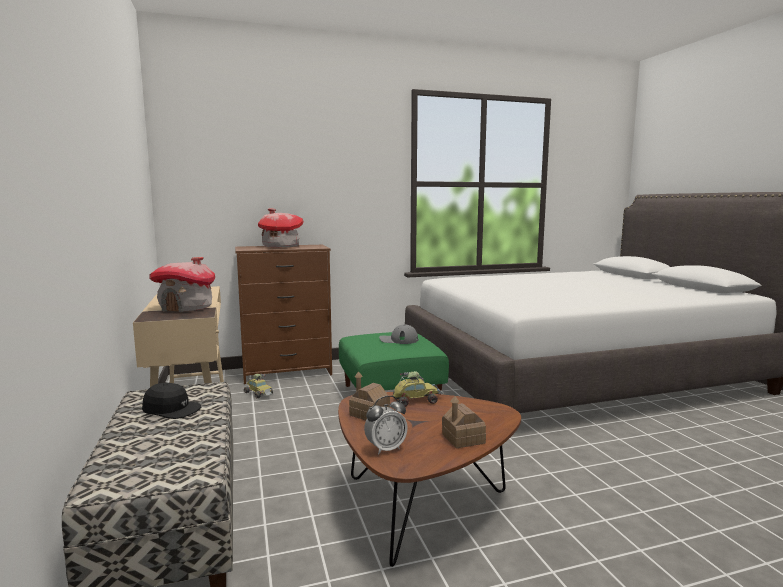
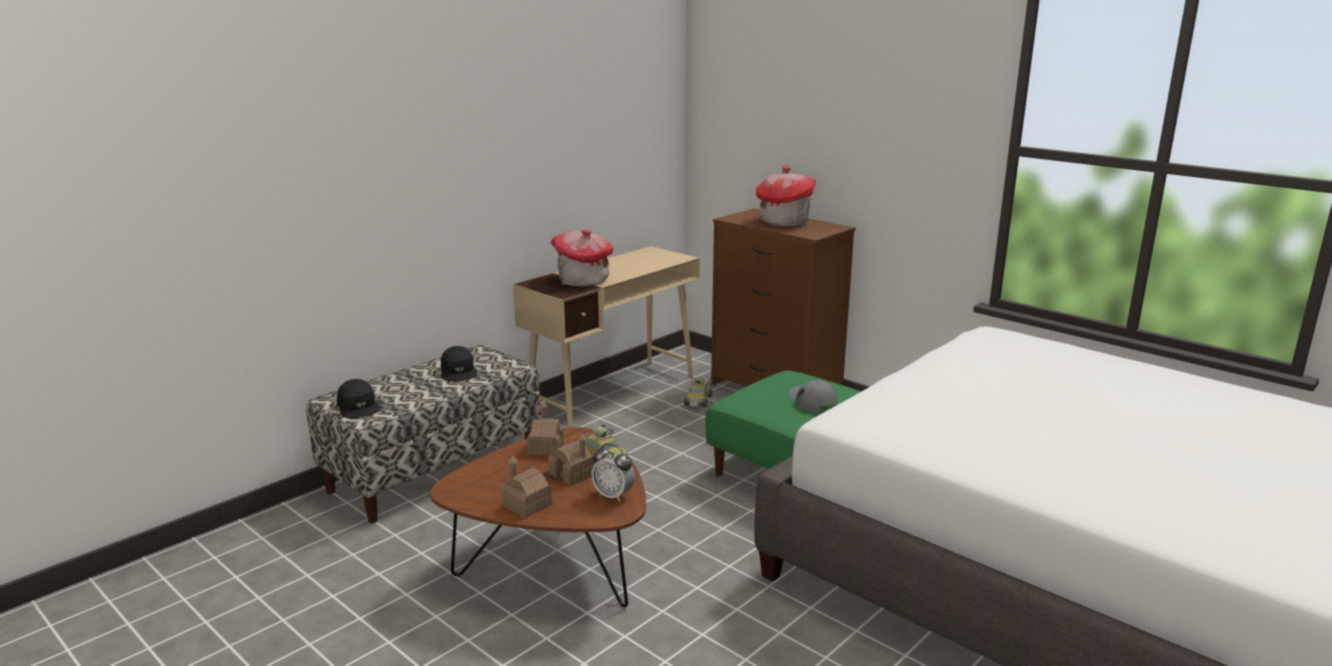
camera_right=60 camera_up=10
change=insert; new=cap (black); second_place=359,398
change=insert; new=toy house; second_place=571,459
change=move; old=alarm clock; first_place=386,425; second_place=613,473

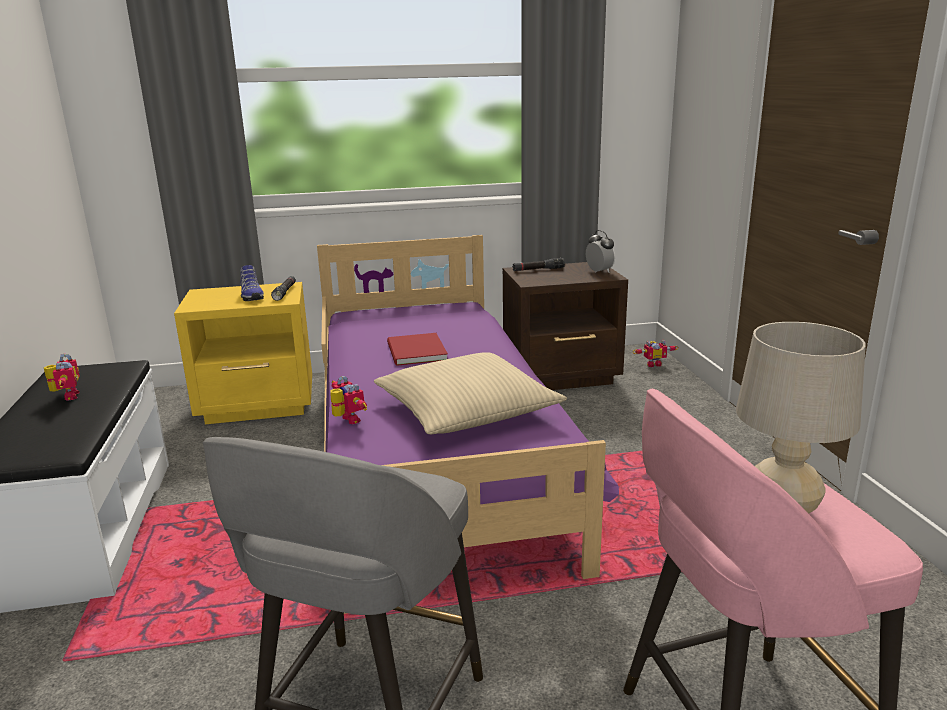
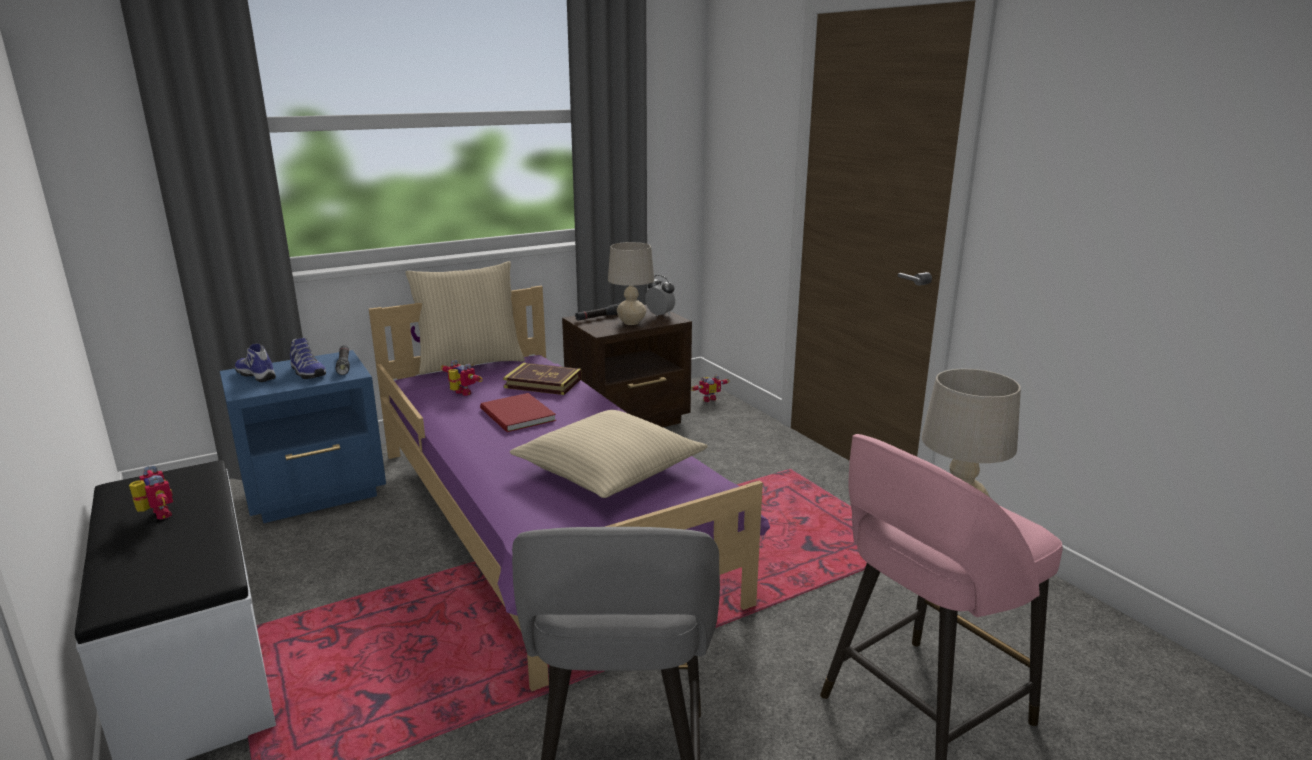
camera_right=-20 camera_up=0
change=recolor; old=nightstand (yellow); new=nightstand (blue); first_place=243,353; second_place=303,436
change=insert; new=shoe; second_place=255,363
change=insert; new=pillow (beige); second_place=465,318
change=move; old=toy robot; first_place=348,400; second_place=462,378
change=insert; new=book; second_place=542,379
change=insert; new=table lamp (beige); second_place=631,283

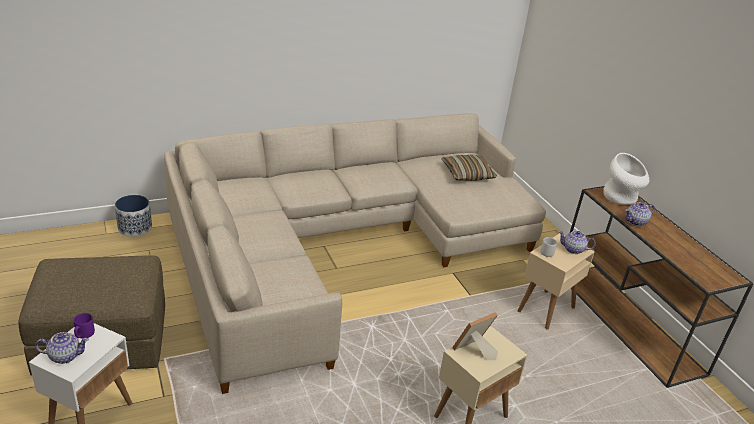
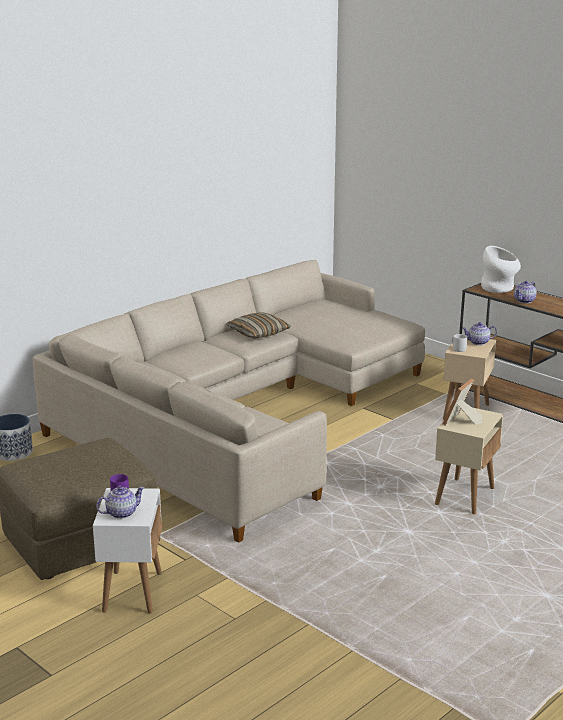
camera_right=-20 camera_up=-10
change=move; old=pillow; first_place=469,168; second_place=258,325

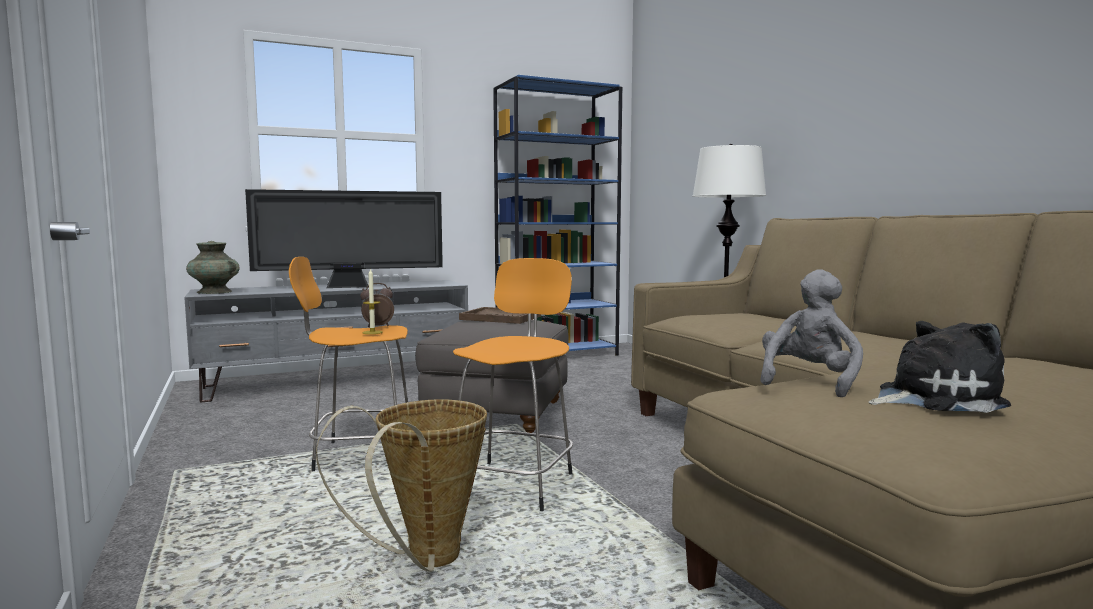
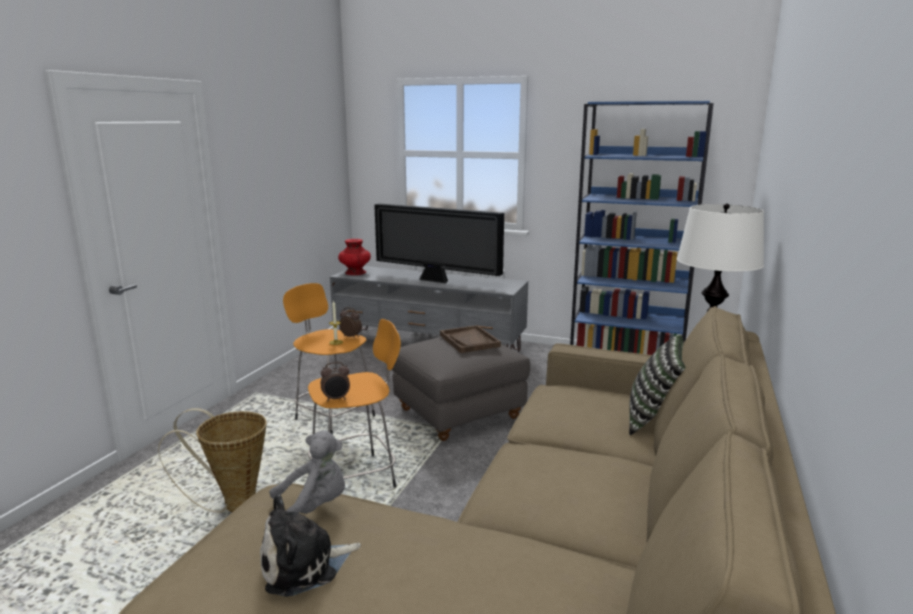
camera_right=45 camera_up=10
change=rotate; old=plush toy; first_place=940,367; second_place=310,546; degrees=120
change=insert; new=alarm clock; second_place=335,382
change=recolor; old=vase (turquoise); new=vase (red); first_place=213,267; second_place=354,257
change=insert; new=pillow; second_place=657,385

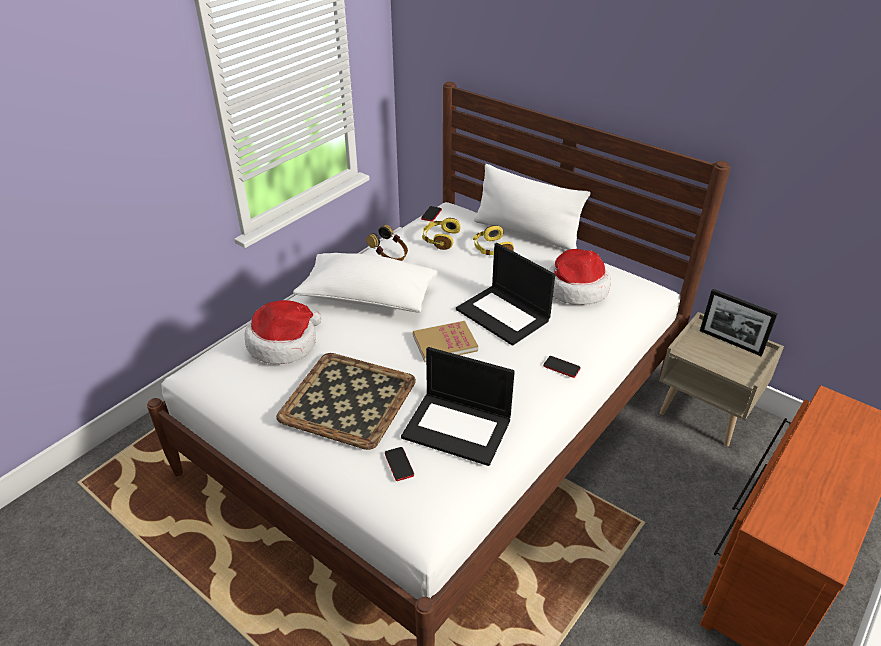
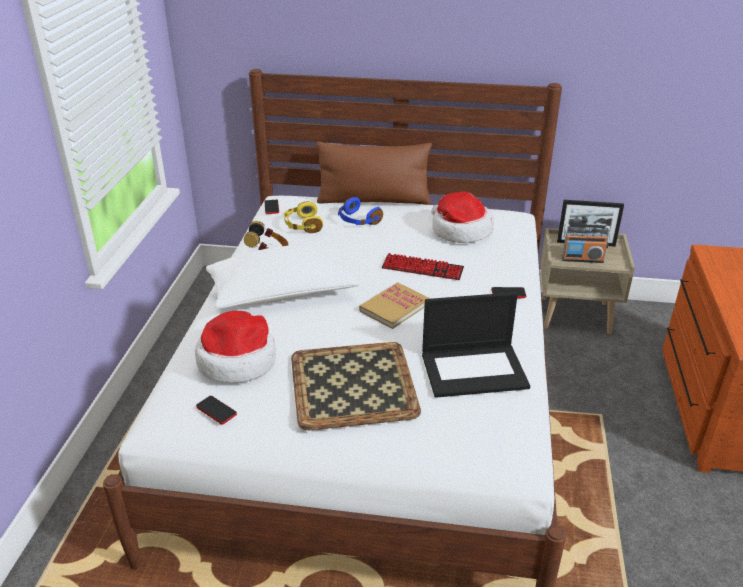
camera_right=-30 camera_up=-5
change=move; old=phone; first_place=399,464; second_place=216,410
change=recolor; old=pillow (white); new=pillow (brown); first_place=532,207; second_place=374,173
change=recolor; old=headphones (yellow); new=headphones (blue); first_place=493,240; second_place=360,211
change=replace; old=laptop; new=keyboard; first_place=505,294; second_place=423,266
change=insert; new=radio; second_place=586,243

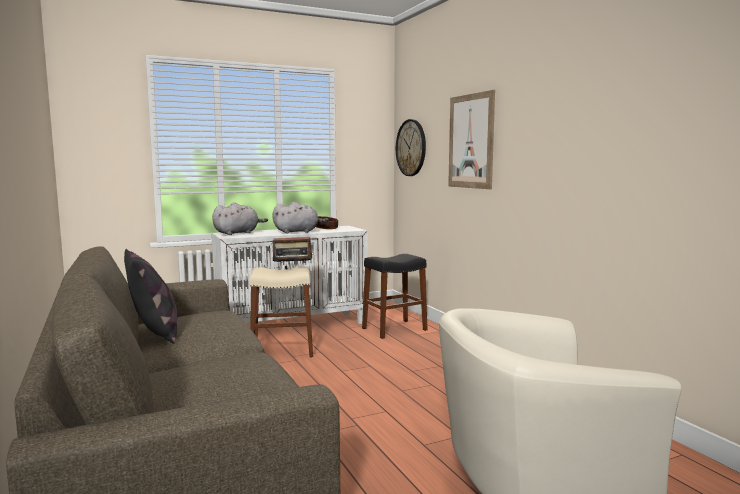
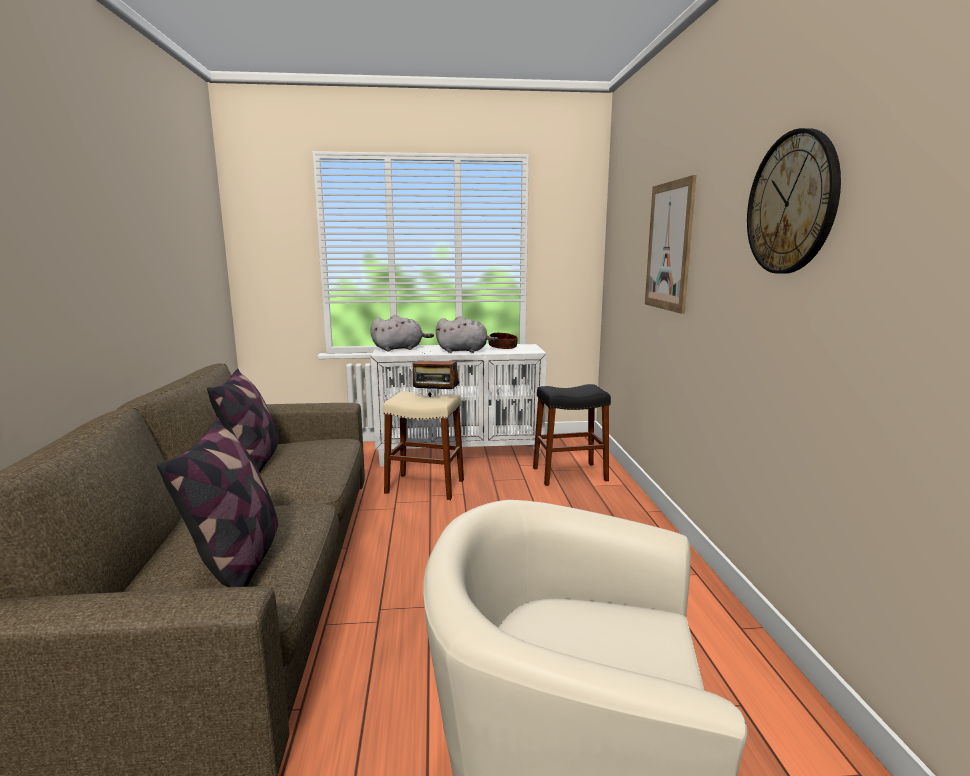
camera_right=20 camera_up=5
change=insert; new=pillow; second_place=217,502
change=move; old=wall clock; first_place=411,147; second_place=794,201

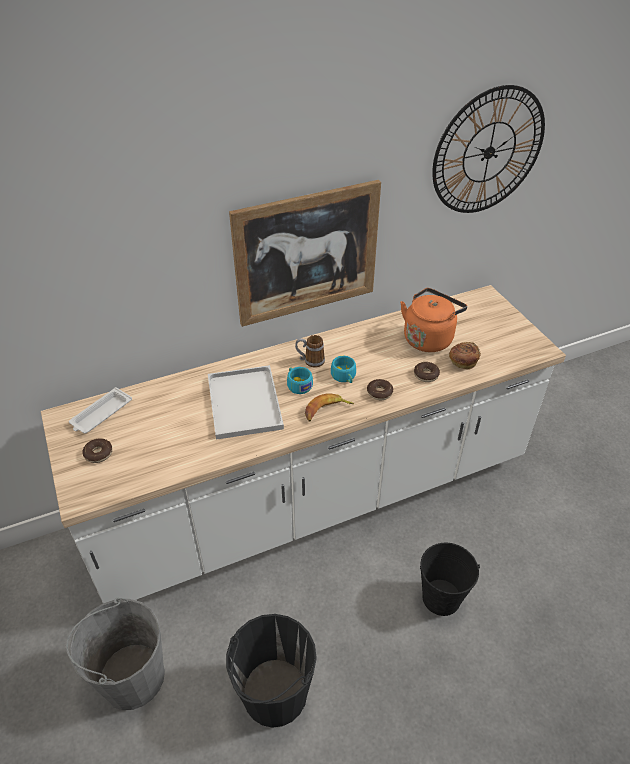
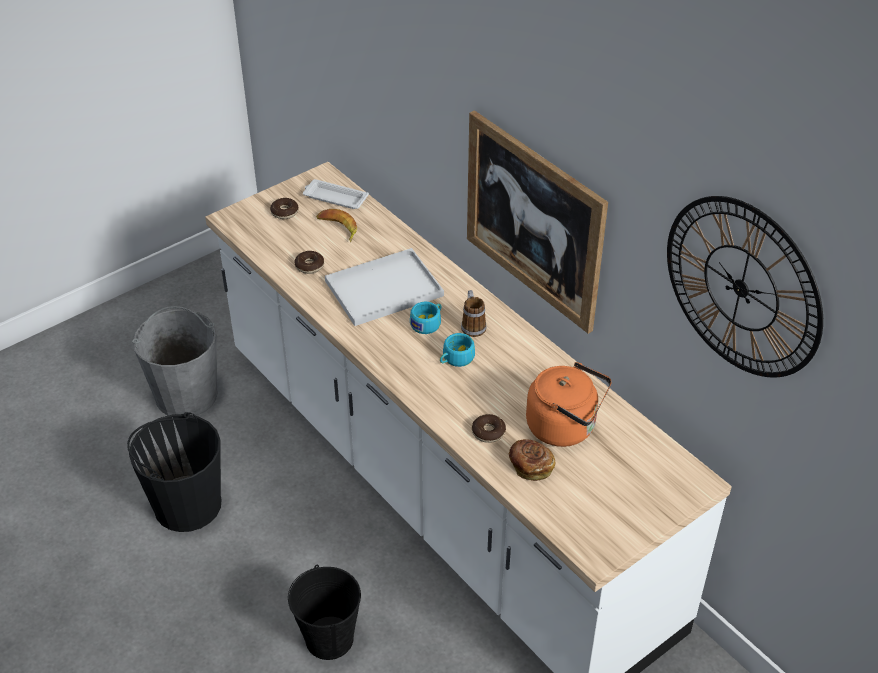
camera_right=75 camera_up=0
change=move; old=donut; first_place=380,389; second_place=309,262
change=move; old=banana; first_place=329,407; second_place=336,225

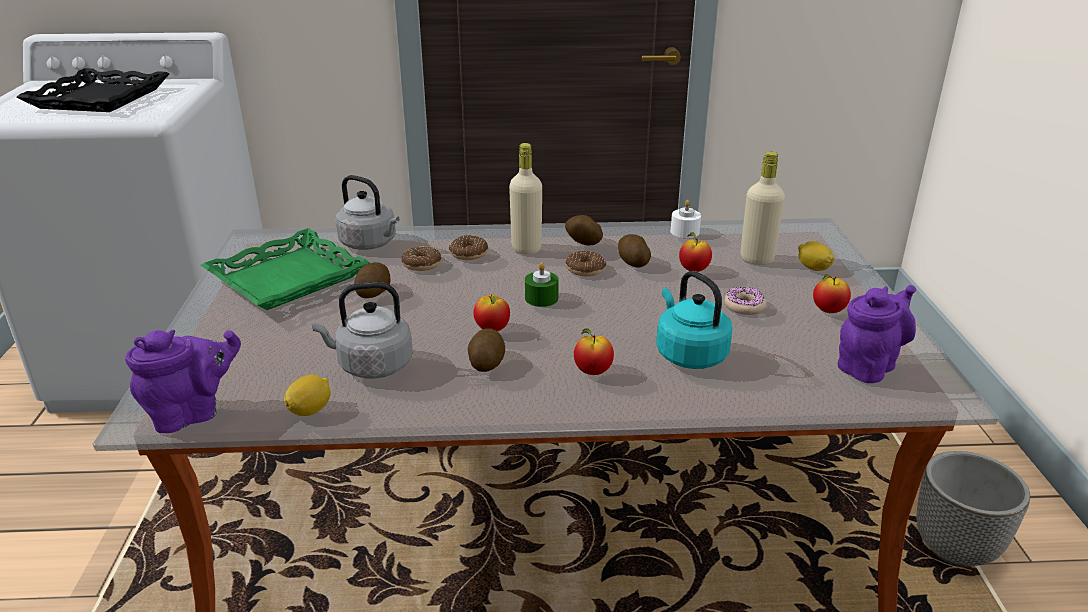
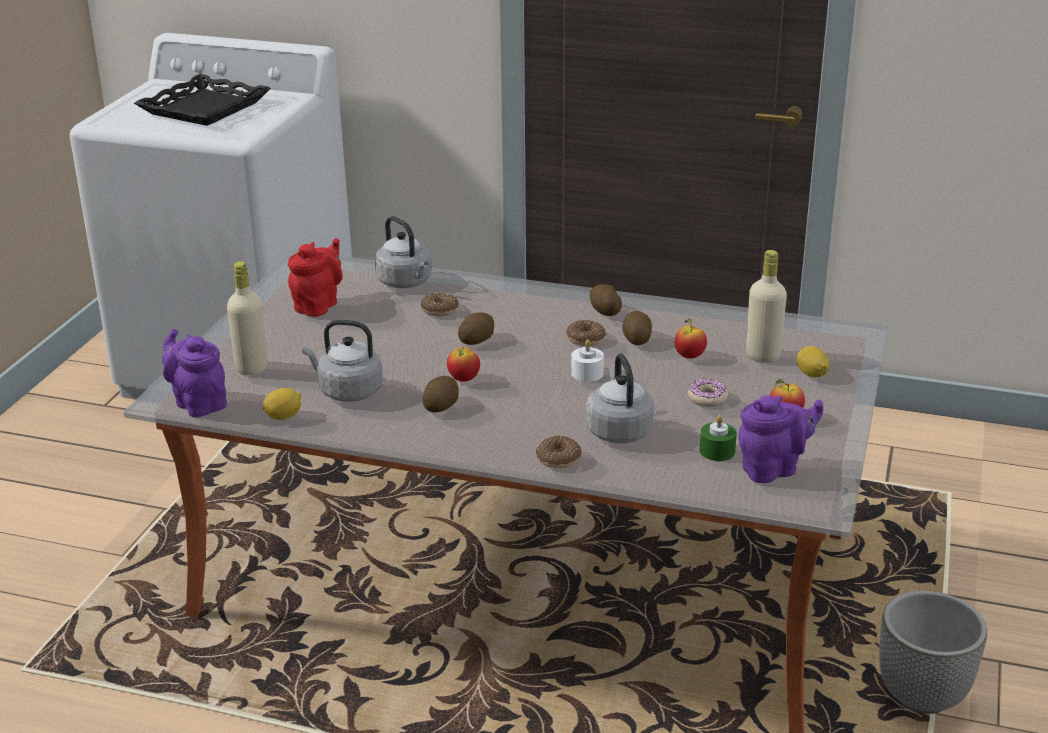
camera_right=20 camera_up=0
change=rotate; old=teapot (purple); first_place=183,381; second_place=194,373; degrees=-120
change=move; old=bottle (beige); first_place=525,199; second_place=247,318
change=replace; old=tray (green); new=teapot (red); first_place=285,269; second_place=315,277
change=move; old=potato; first_place=372,280; second_place=476,328
change=move; old=donut; first_place=468,247; second_place=558,452
change=move; old=candle (white); first_place=685,219; second_place=587,360
change=recolor; old=kettle (turquoise); new=kettle (grey); first_place=694,320; second_place=620,398
change=move; old=candle (green); first_place=542,284; second_place=718,438
change=delete; old=apple; first_place=594,351

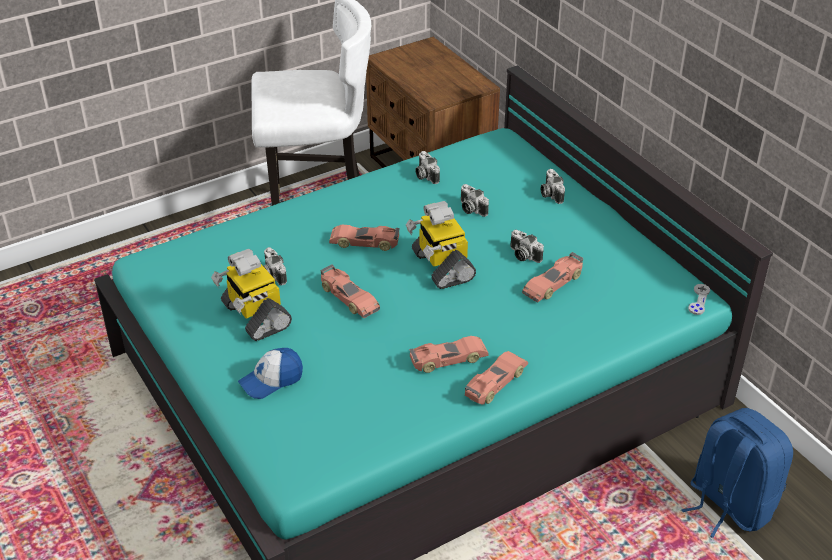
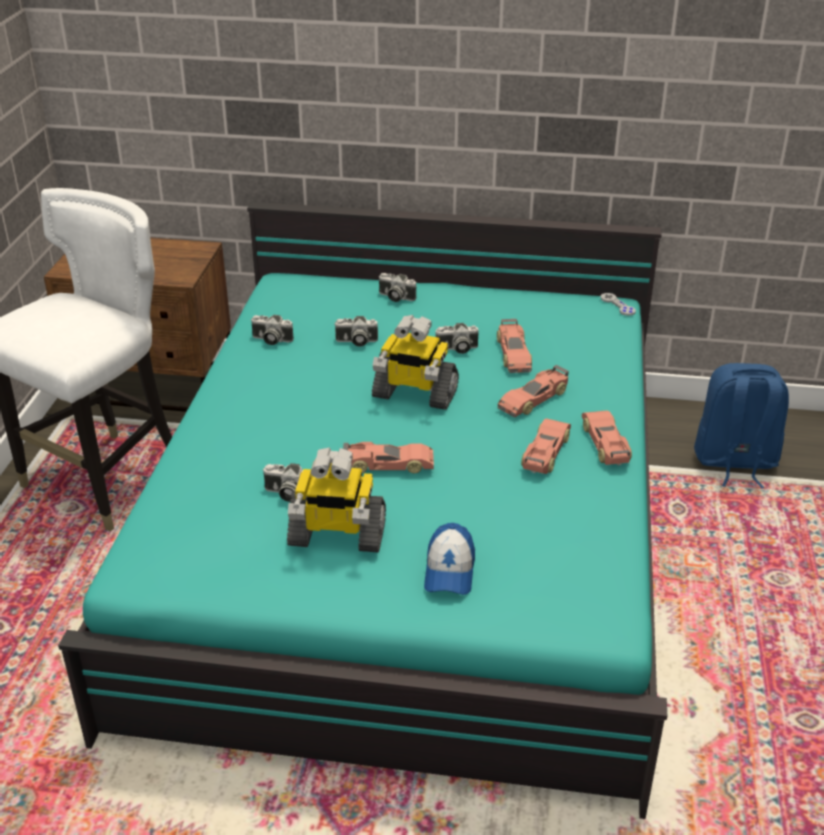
camera_right=-50 camera_up=-5
change=move; old=toy car; first_place=364,238; second_place=533,391

